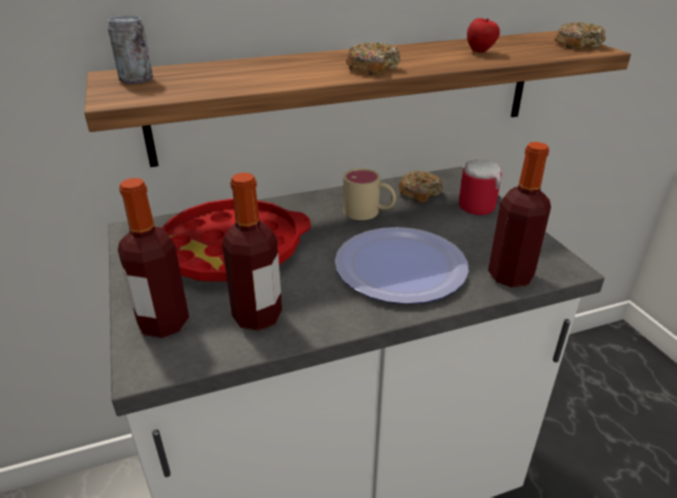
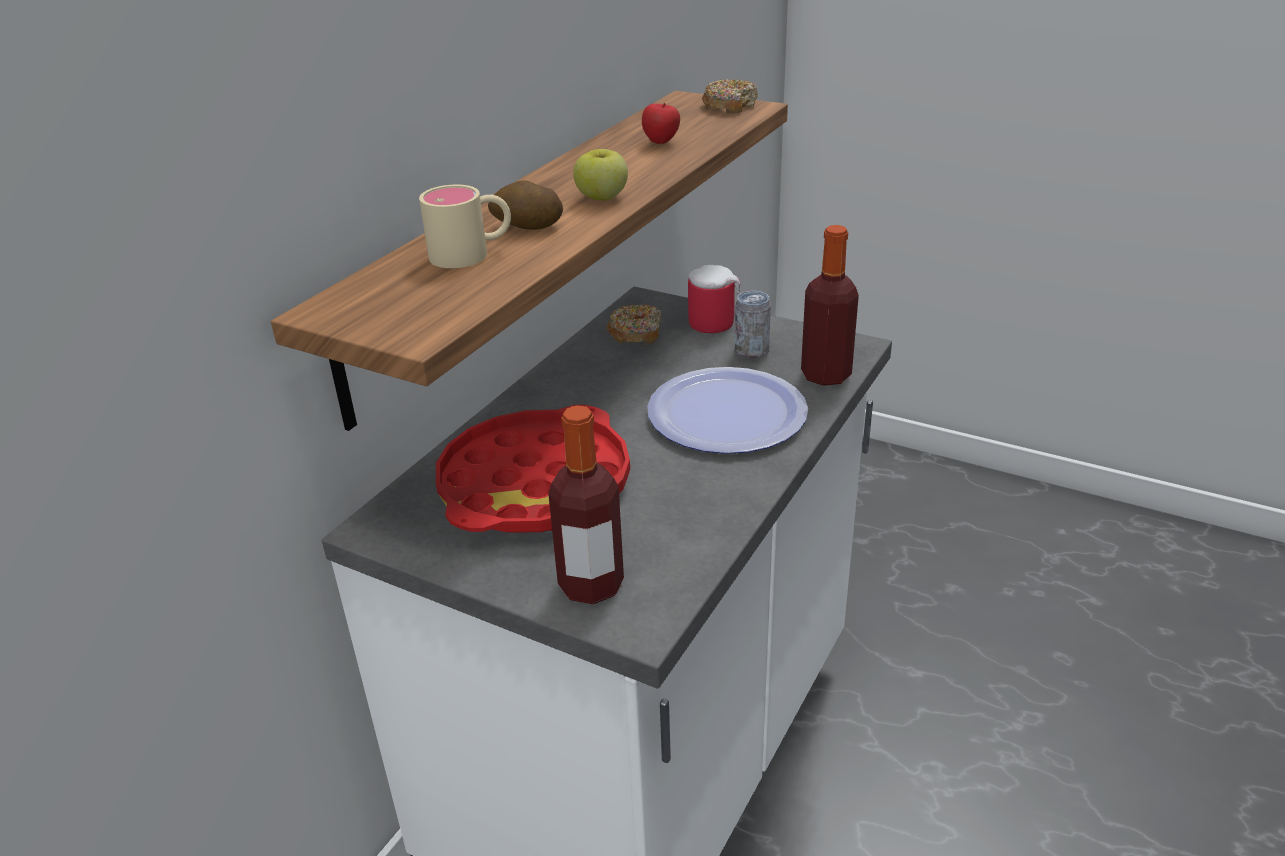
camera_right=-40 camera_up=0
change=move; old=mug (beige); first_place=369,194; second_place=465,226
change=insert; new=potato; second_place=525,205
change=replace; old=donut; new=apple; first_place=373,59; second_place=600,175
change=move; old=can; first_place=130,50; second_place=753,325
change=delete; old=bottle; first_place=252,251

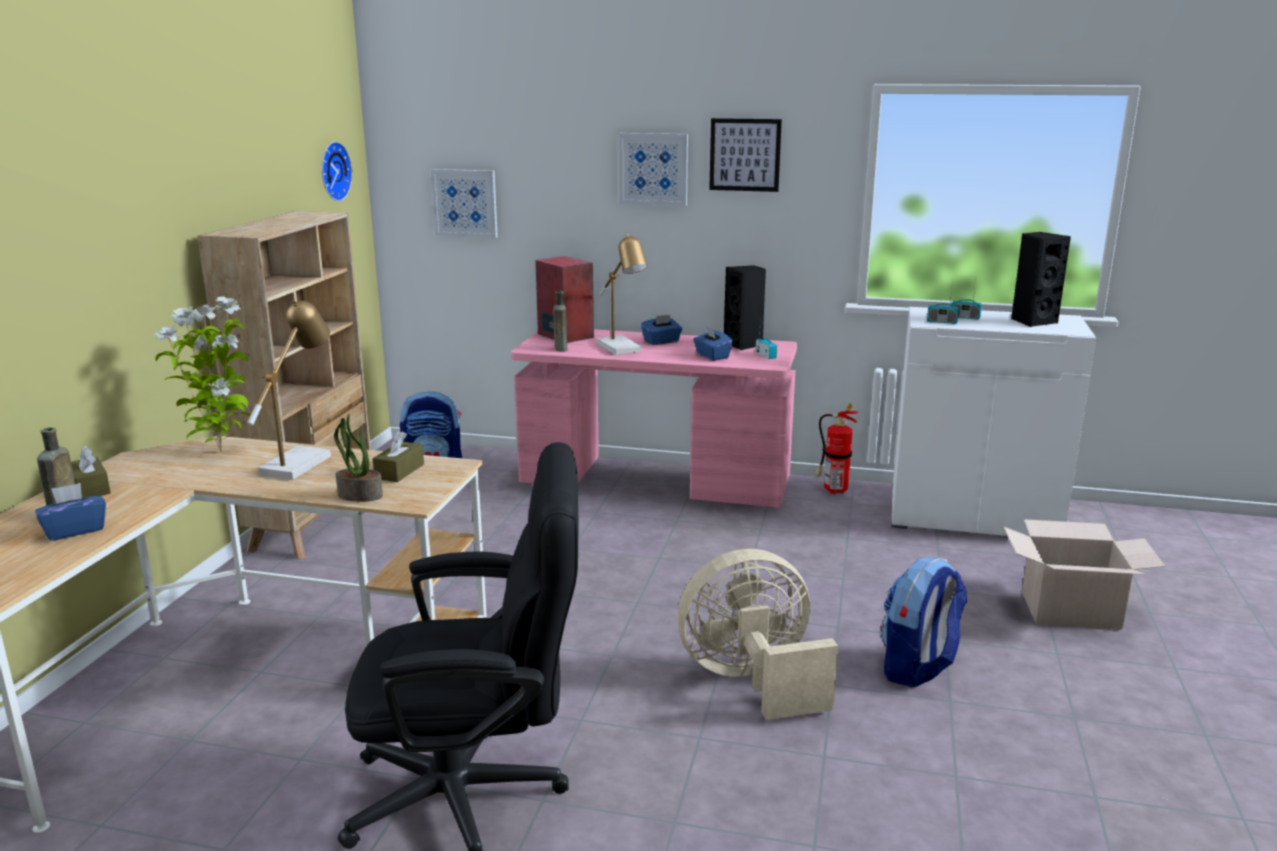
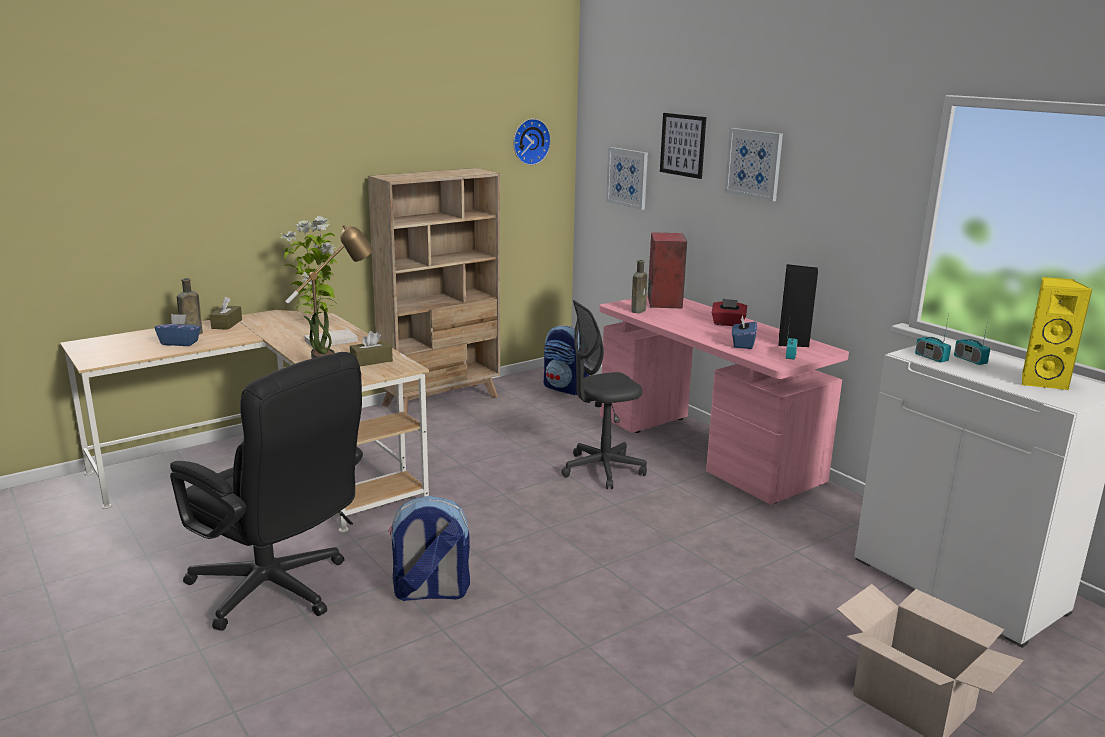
camera_right=40 camera_up=0
change=move; old=backpack; first_place=924,622; second_place=429,548
change=insert; new=office chair (grey); second_place=604,394
change=move; old=picture; first_place=745,155; second_place=683,146
change=recolor; old=tissue box (blue); new=tissue box (red); first_place=662,329; second_place=729,312
change=recolor; old=speaker (black); new=speaker (yellow); first_place=1041,279; second_place=1057,333
change=delete; old=table lamp; first_place=622,294
change=delete; old=fan (beige); first_place=758,634
change=delete; old=fire extinguisher; first_place=836,448

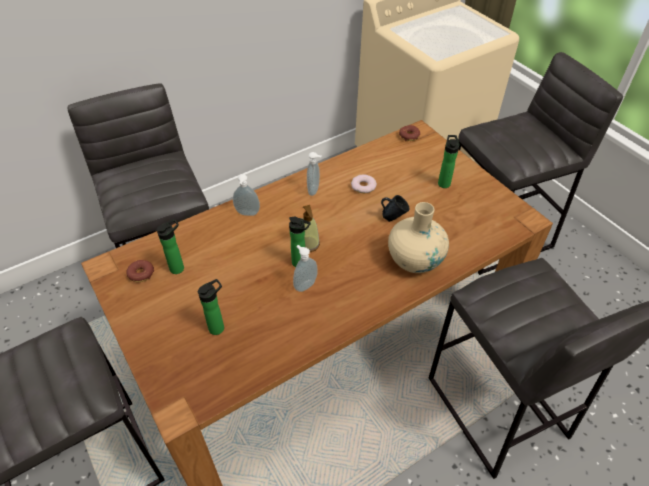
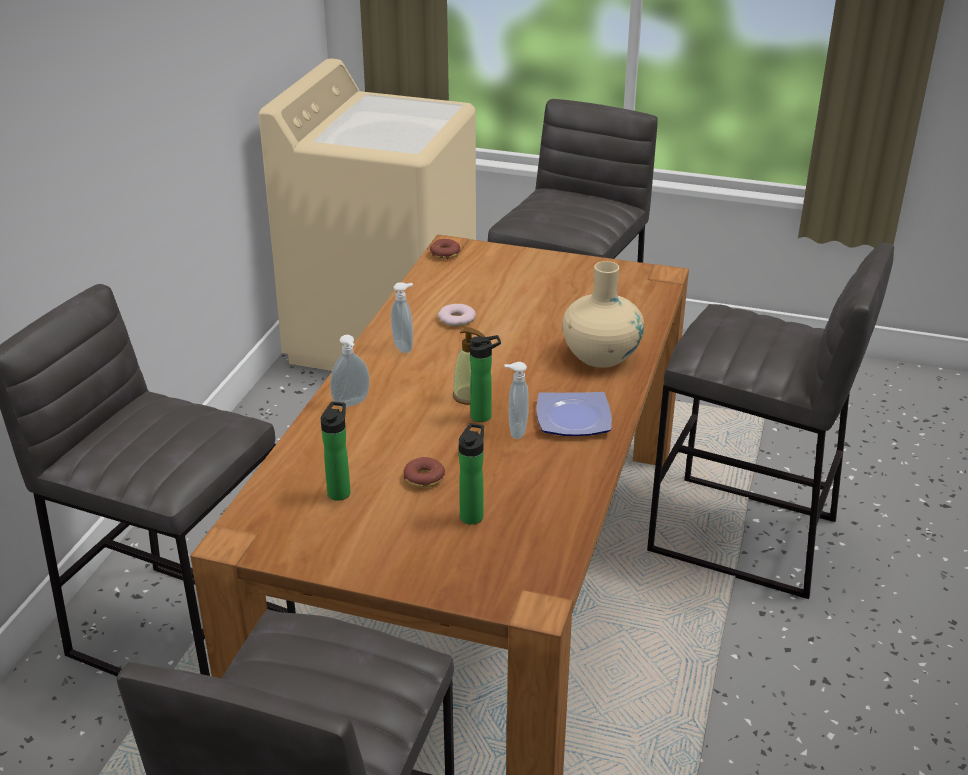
camera_right=-40 camera_up=-15
change=move; old=donut; first_place=140,271; second_place=424,472
change=insert; new=plate; second_place=574,414
change=delete; old=mug (blue); first_place=395,208
change=delete; old=bottle; first_place=448,161

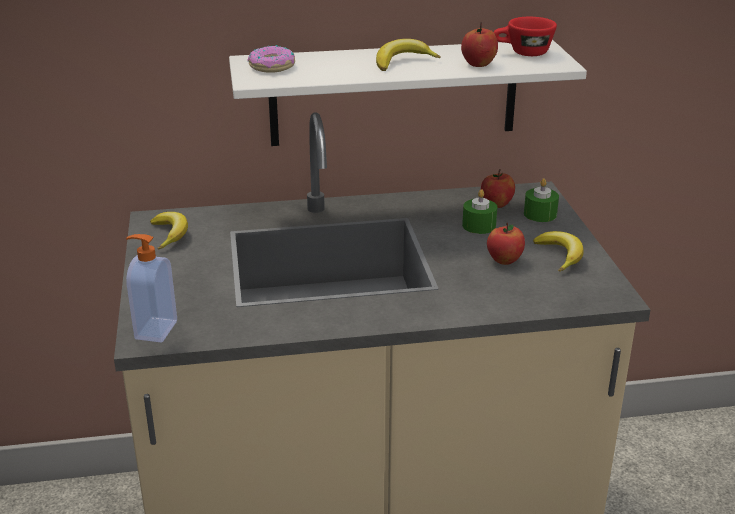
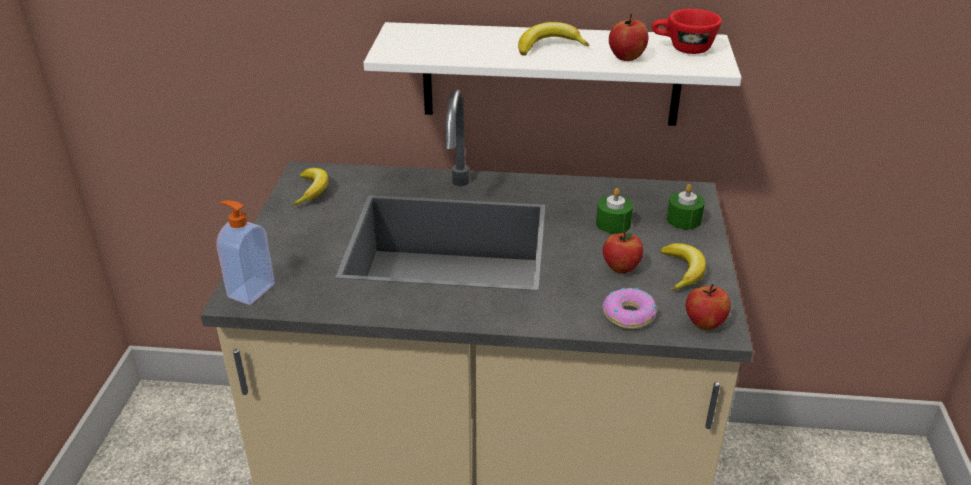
camera_right=15 camera_up=5
change=move; old=donut; first_place=271,59; second_place=629,308
change=move; old=apple; first_place=498,188; second_place=708,307

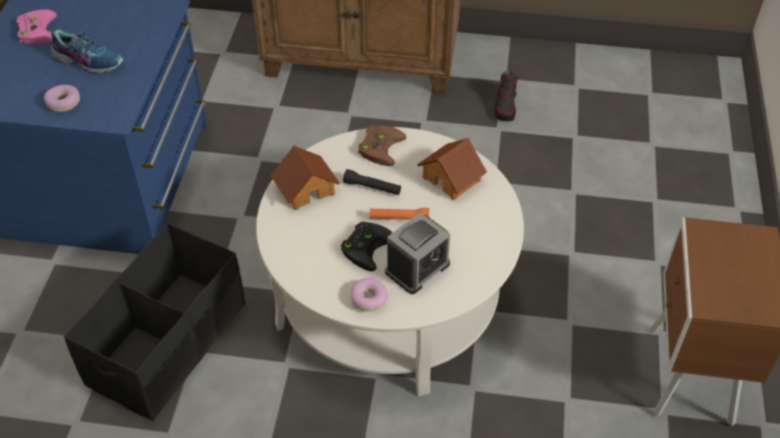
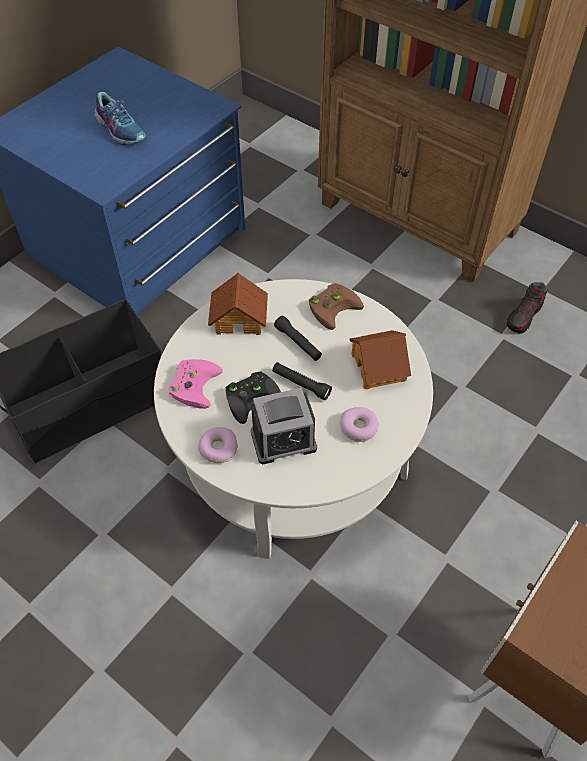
camera_right=30 camera_up=5
change=move; old=game controller (pink); first_place=36,26; second_place=196,384
change=recolor; old=flashlight (orange); new=flashlight (black); first_place=399,214; second_place=302,381
change=move; old=donut; first_place=62,98; second_place=360,424

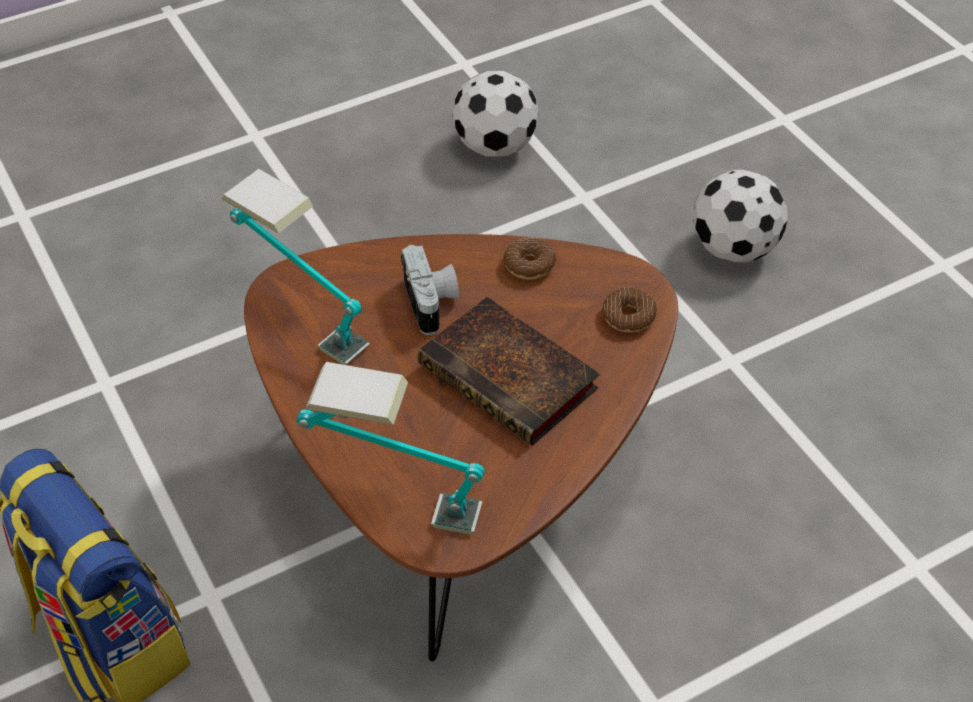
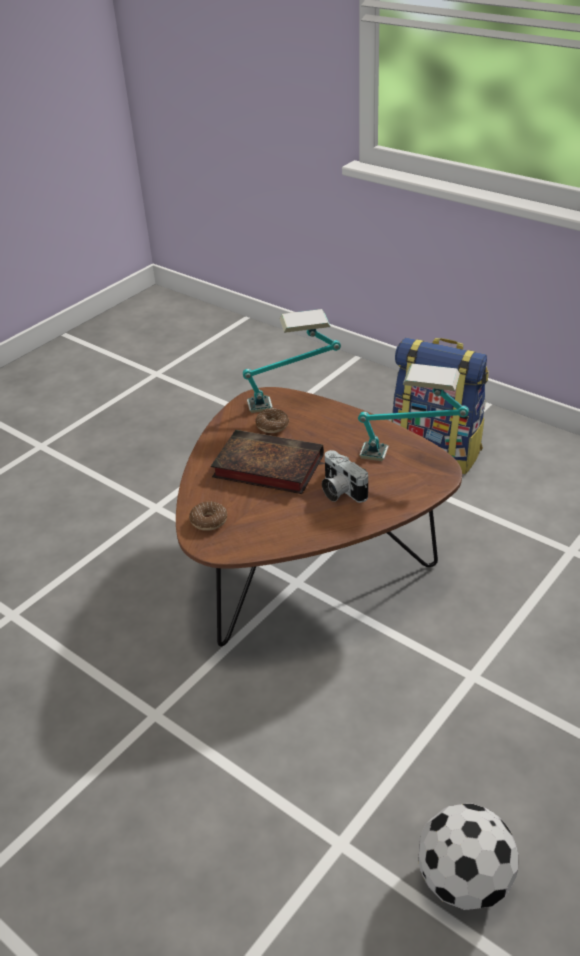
camera_right=160 camera_up=-10
change=move; old=donut; first_place=530,259; second_place=272,420
change=delete; old=football; first_place=740,216

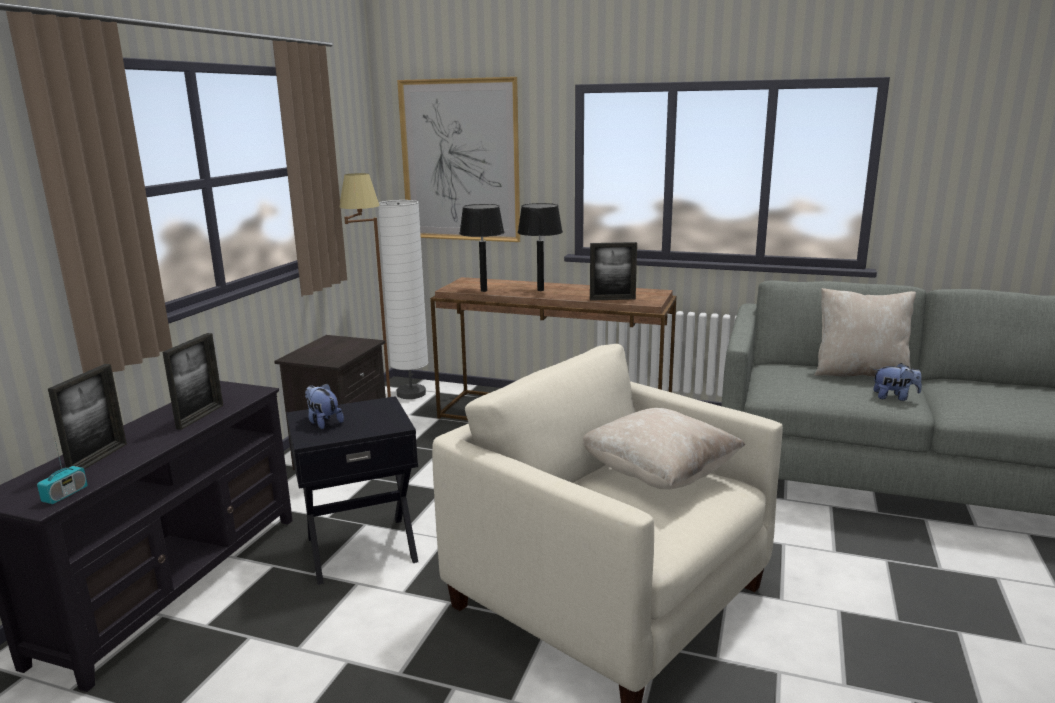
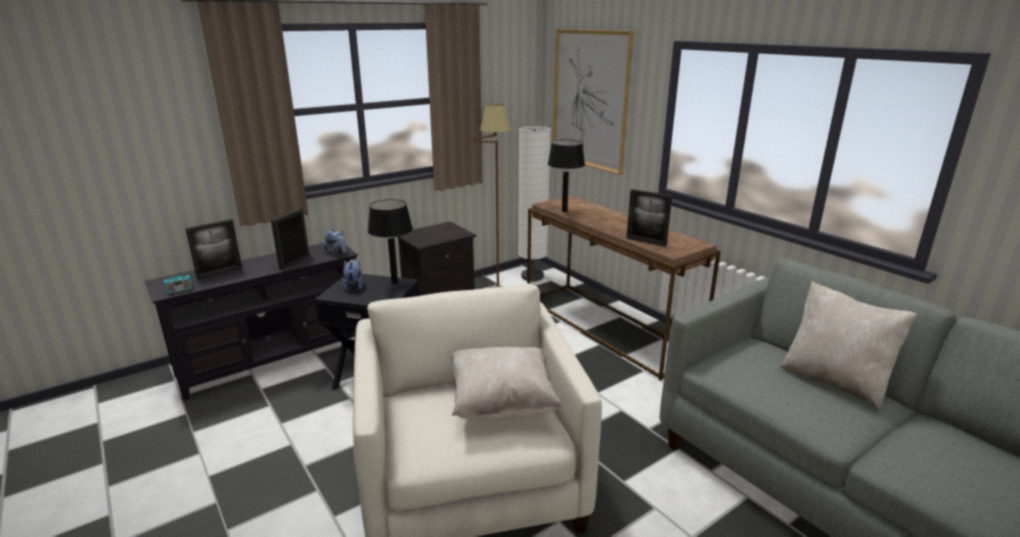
camera_right=35 camera_up=5
change=rotate; old=picture frame; first_place=192,381; second_place=290,239; degrees=150
change=move; old=plush toy; first_place=897,382; second_place=335,242
change=move; old=table lamp (black); first_place=540,247; second_place=390,241

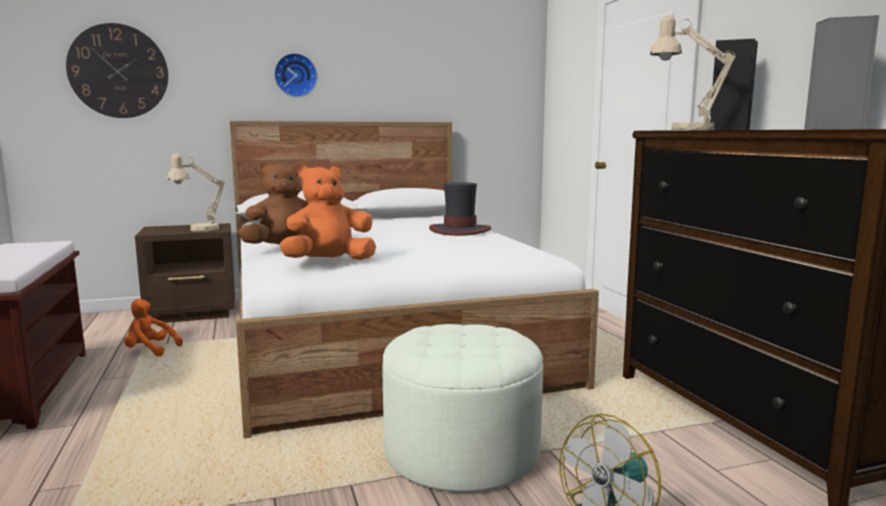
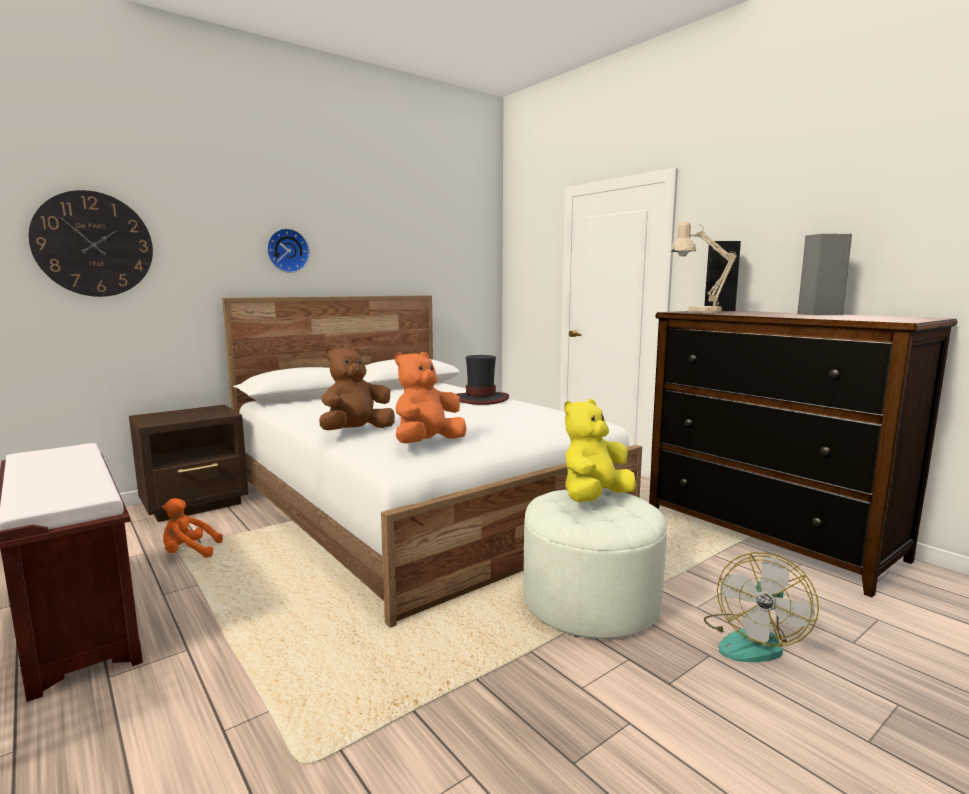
camera_right=-20 camera_up=0
change=insert; new=plush toy (yellow); second_place=600,450
change=delete; old=table lamp (beige); first_place=195,193

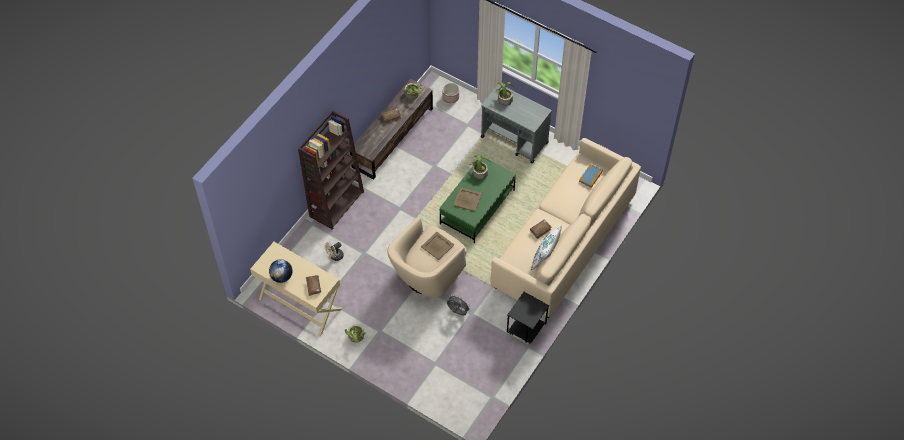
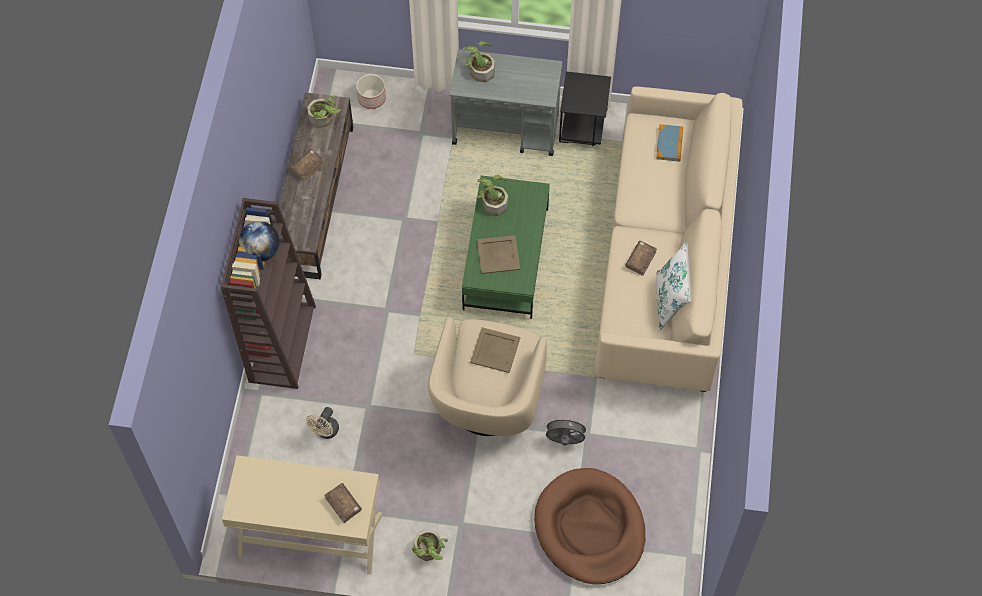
camera_right=-25 camera_up=5
change=move; old=globe; first_place=281,271; second_place=259,241
change=insert; new=dog bed (brown); second_place=589,526
change=move; old=side table (black); first_place=528,318; second_place=585,108

